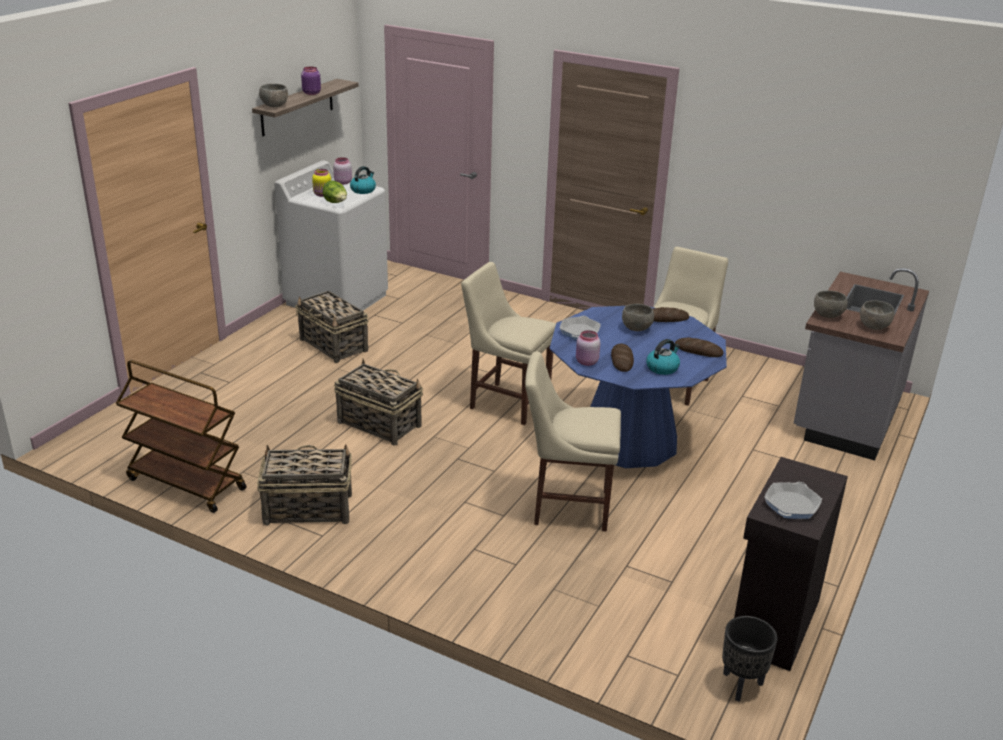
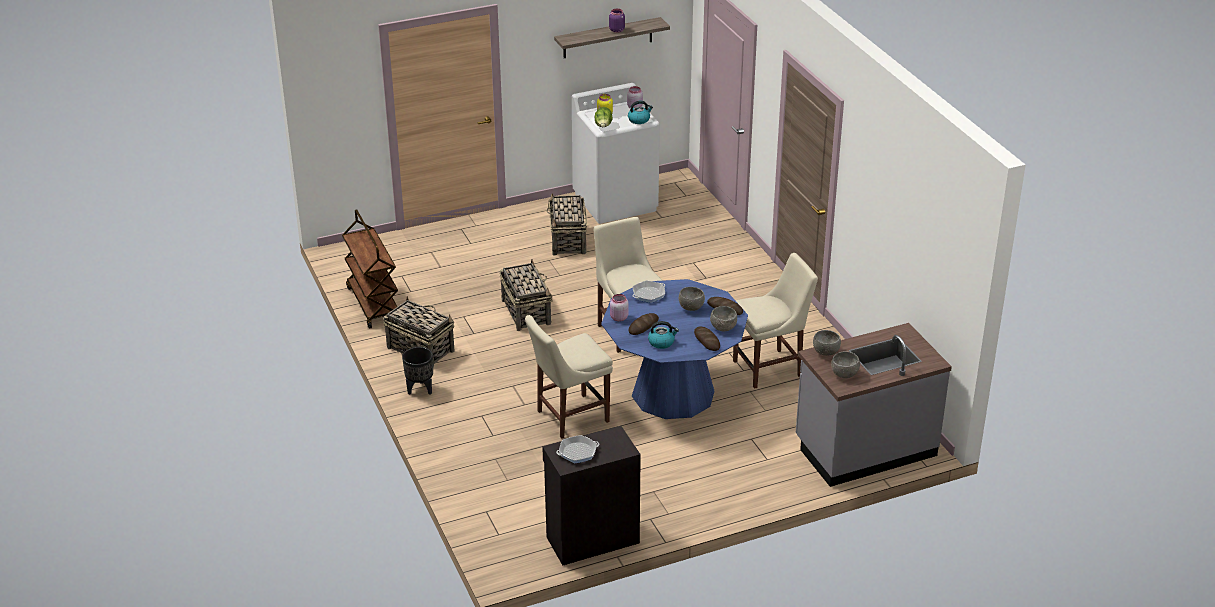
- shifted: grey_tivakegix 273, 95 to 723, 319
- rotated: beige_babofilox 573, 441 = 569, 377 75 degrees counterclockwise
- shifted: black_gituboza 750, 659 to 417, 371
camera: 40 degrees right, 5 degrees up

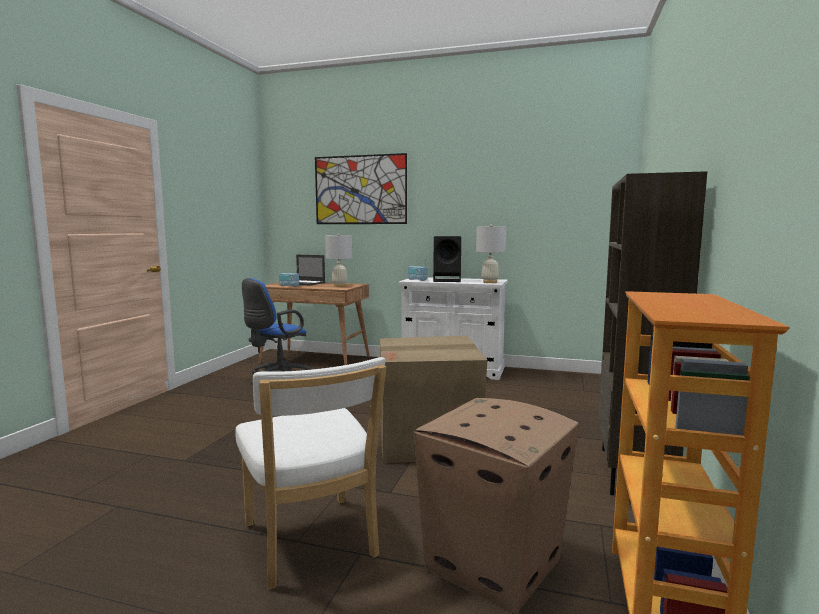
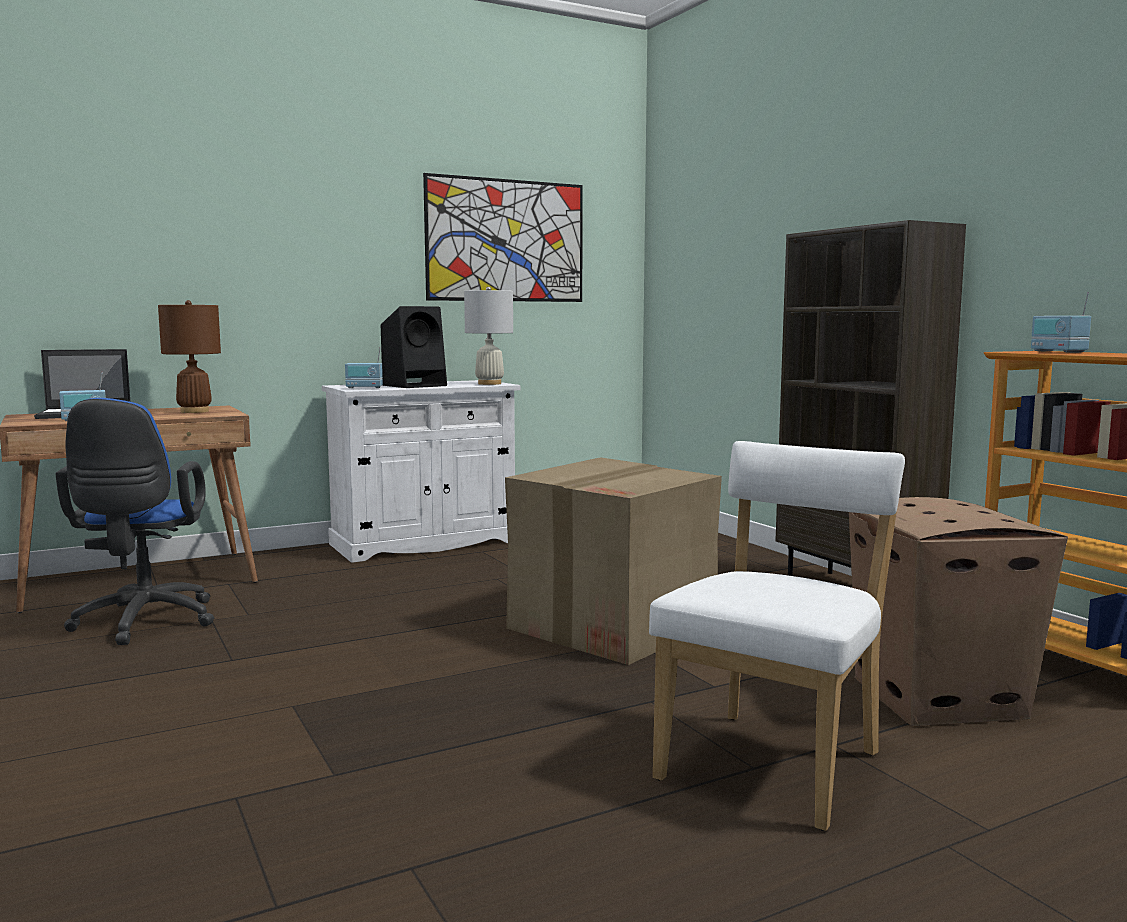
- shifted: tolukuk 361, 188 to 503, 237
- repainted: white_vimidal 338, 260 to brown_vimidal 189, 356
- rotated: white_babofilox 310, 473 = 777, 636 75 degrees counterclockwise
- new: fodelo 1061, 322
camera: 45 degrees left, 0 degrees up

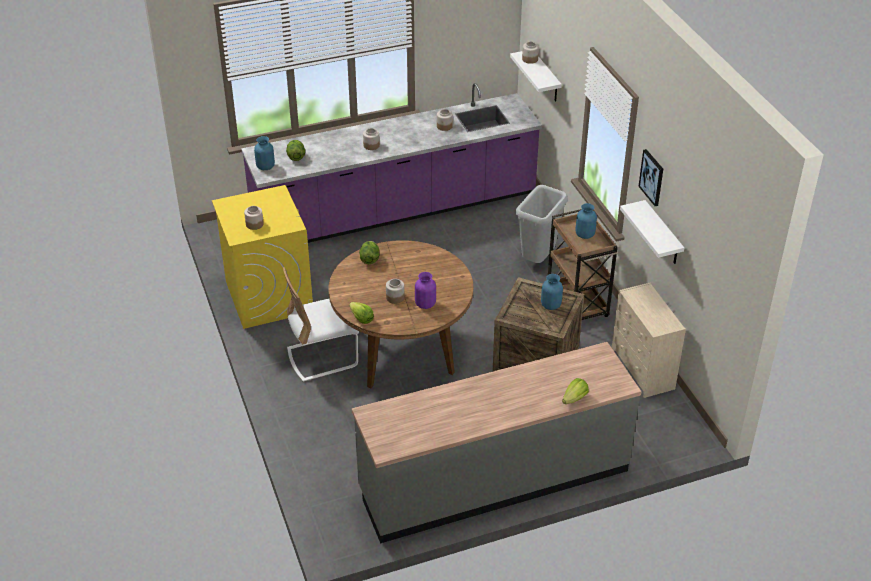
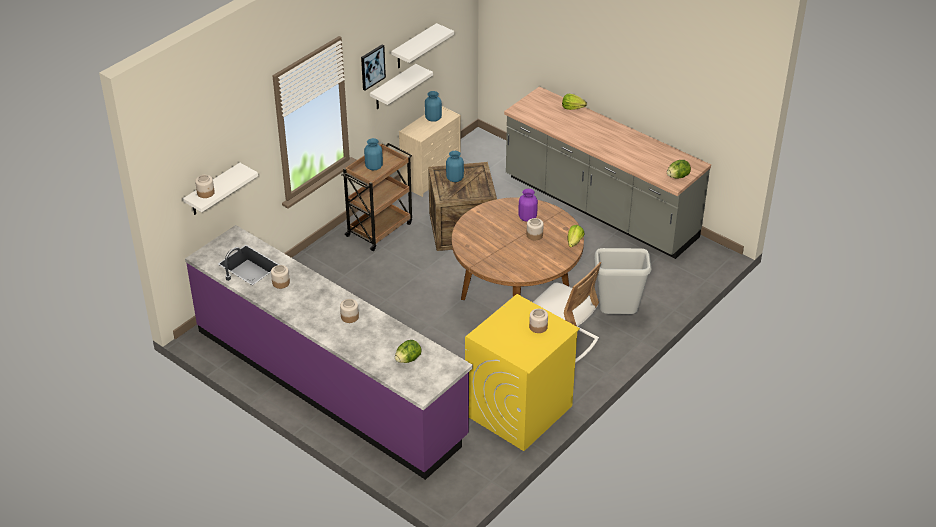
- shifted: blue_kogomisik 264, 153 to 433, 106
- shifted: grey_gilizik 542, 224 to 623, 281
- shifted: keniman 369, 252 to 679, 169
- new: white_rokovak 422, 45
camera: 120 degrees left, 0 degrees up

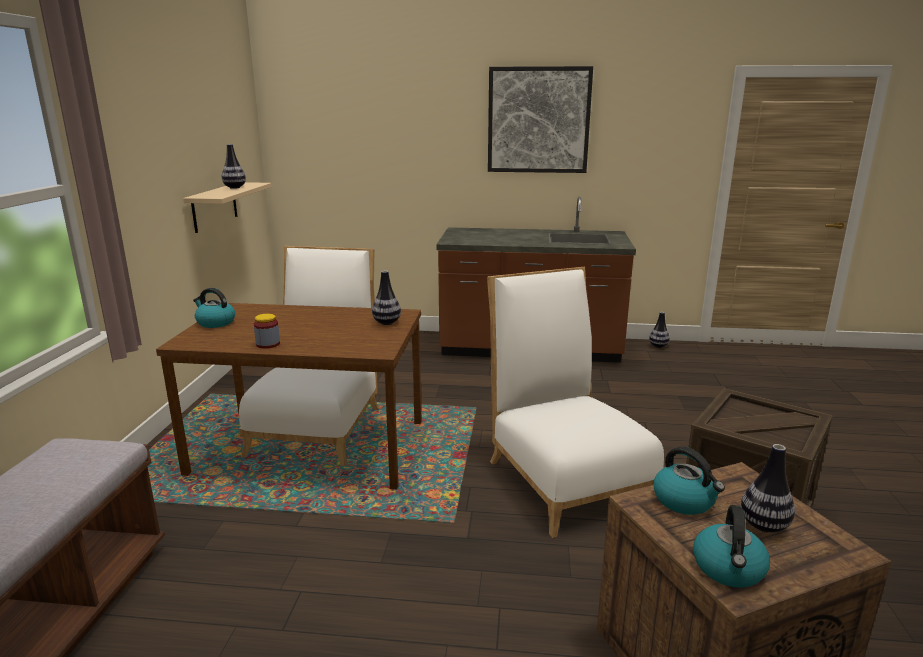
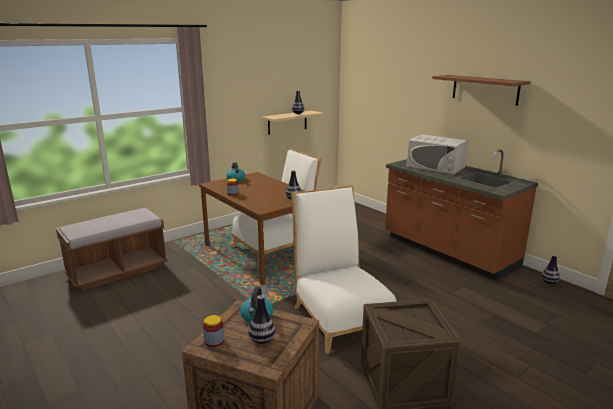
- swapped: tolukuk 540, 119 to brown_rokovak 481, 90
- rotated: white_babofilox 575, 402 = 343, 269 45 degrees counterclockwise
- swapped: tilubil 731, 546 to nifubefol 213, 331
- new: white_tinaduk 437, 154
camera: 45 degrees right, 0 degrees up

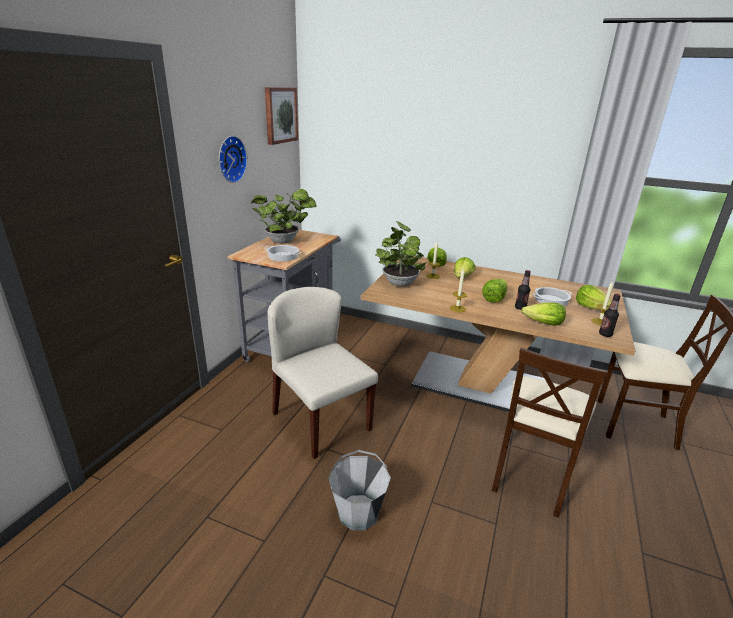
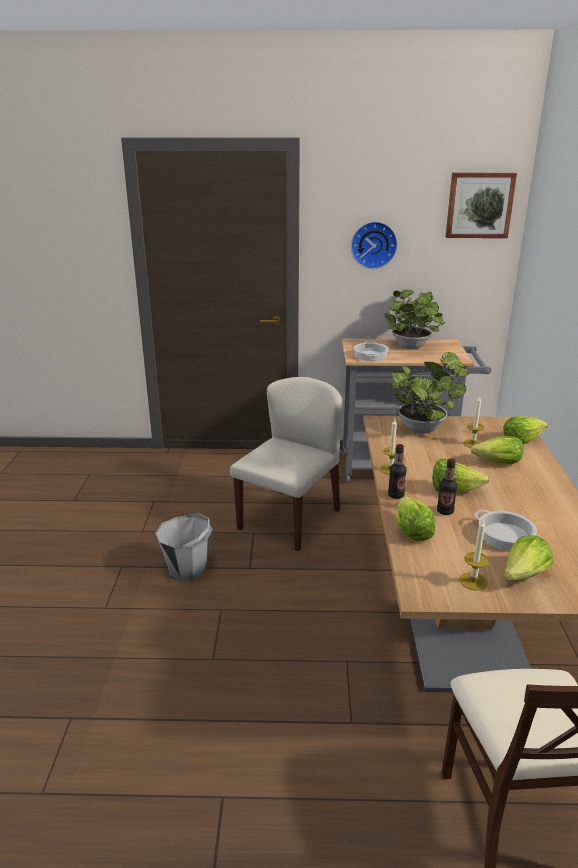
- shifted: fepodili 610, 315 to 397, 471
- gone: beige_babofilox 550, 433
camera: 70 degrees right, 0 degrees up

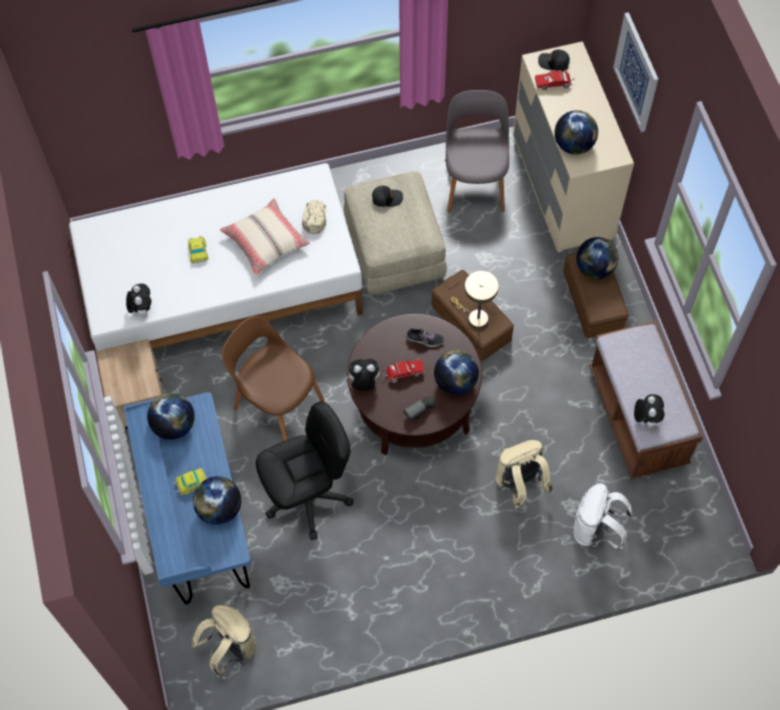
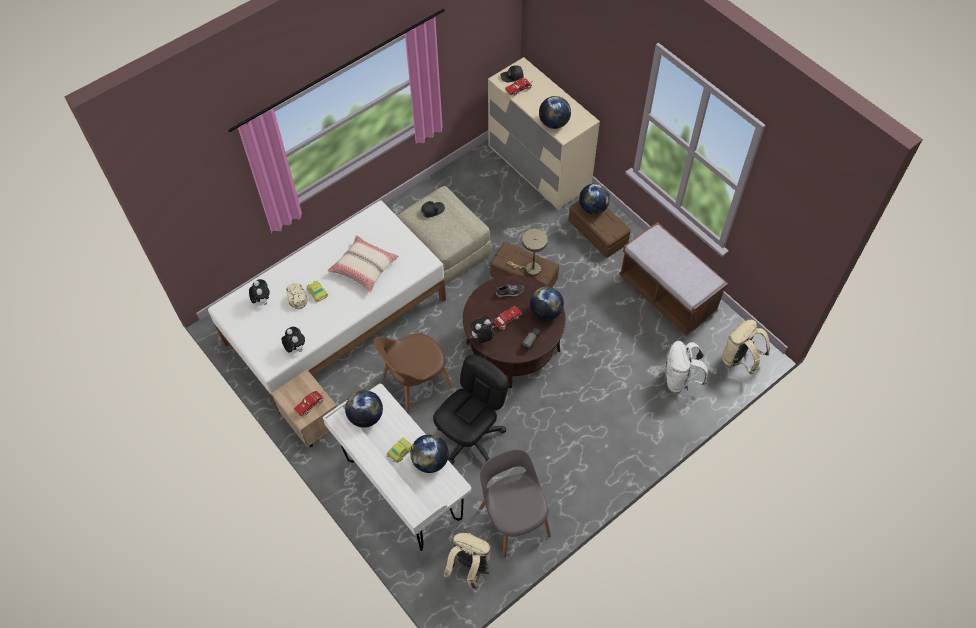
- gone: tolukuk 635, 72
- shifted: grey_babofilox 477, 151 to 515, 503
- shifted: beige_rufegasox 314, 217 to 297, 296
- rotated: brown_babofilox 273, 378 = 412, 373 45 degrees counterclockwise
- repainted: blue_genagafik 187, 498 to white_genagafik 397, 467
- shifted: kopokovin 649, 411 to 259, 292
- shifted: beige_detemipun 524, 474 to 746, 347
- new: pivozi 309, 404
camera: 25 degrees left, 5 degrees down

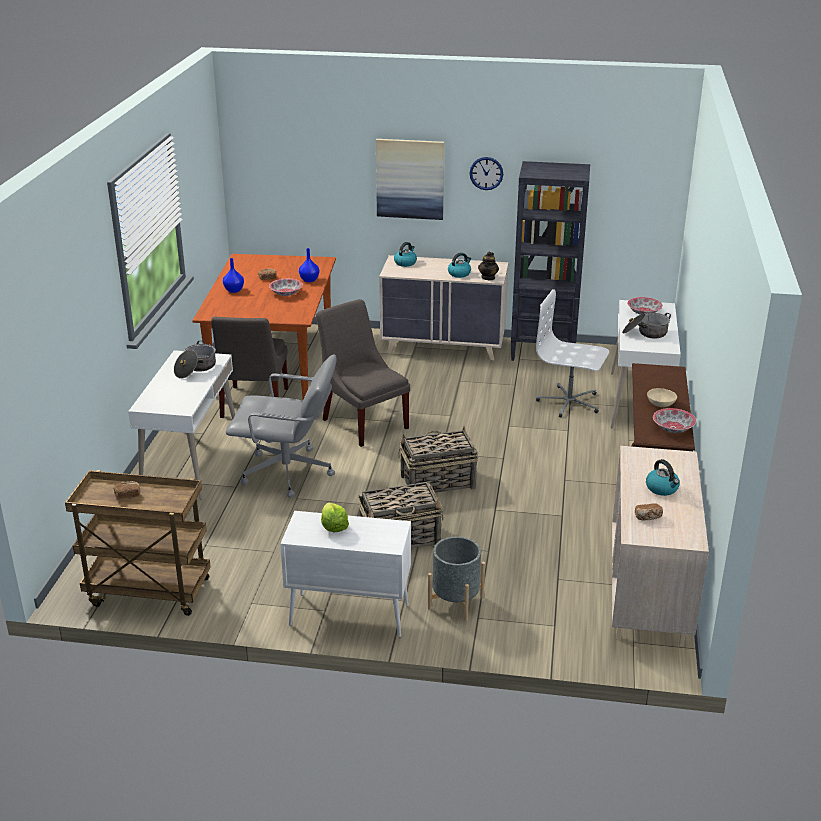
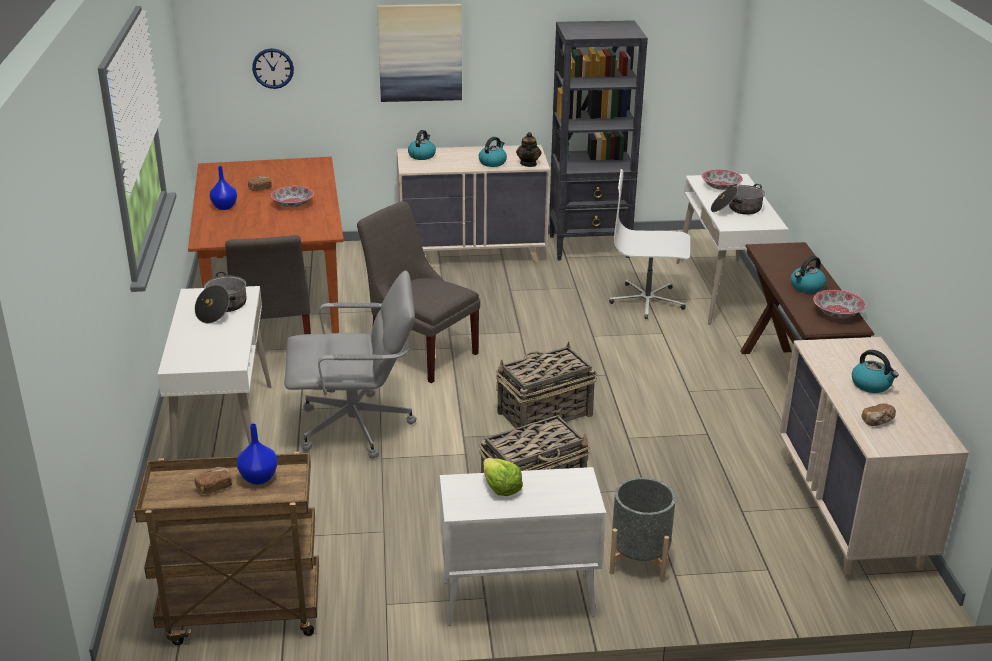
- shifted: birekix 486, 173 to 273, 68
- shifted: blue_kogomisik 309, 265 to 257, 454
- swapped: beige_tivakegix 662, 397 to tilubil 808, 274
camera: 15 degrees left, 0 degrees up

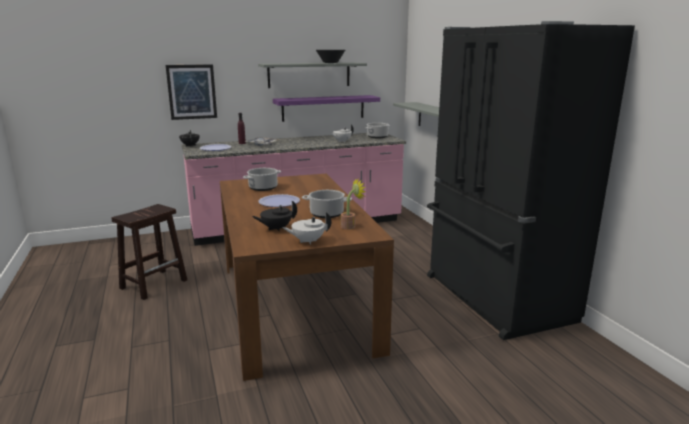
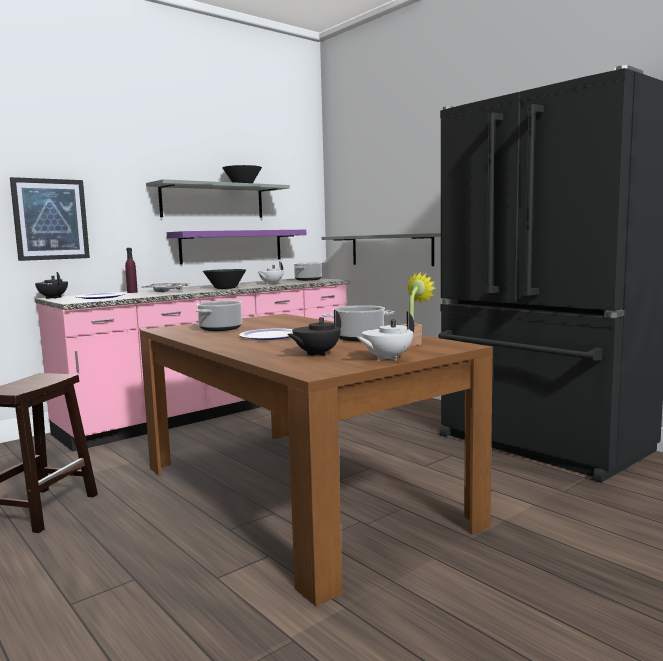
- new: black_tivakegix 224, 279
camera: 20 degrees left, 10 degrees down

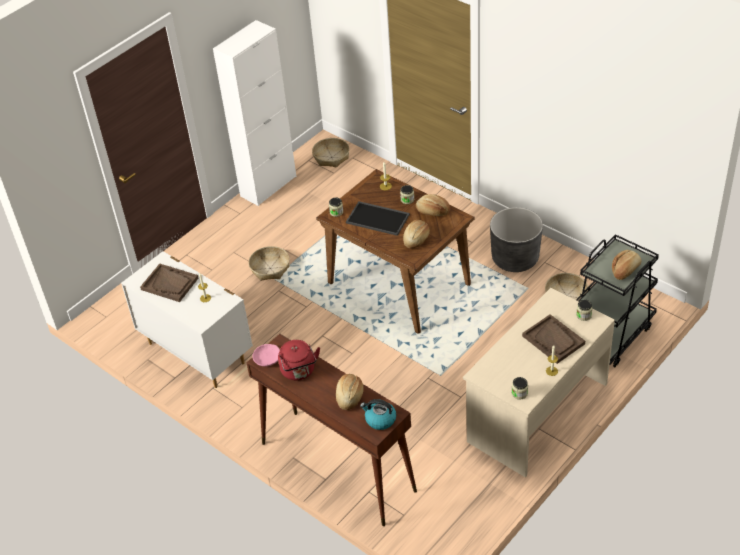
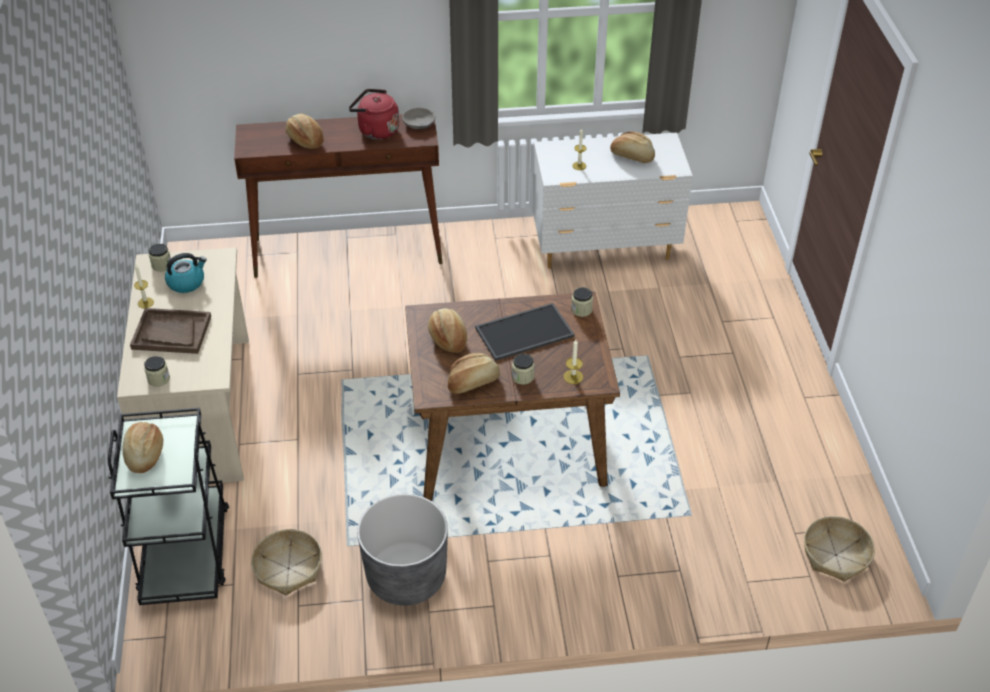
- gone: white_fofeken 254, 113
- gone: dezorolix 269, 263
- swapped: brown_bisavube 169, 282 to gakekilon 632, 147
- repainted: pink_tivakegix 266, 355 to grey_tivakegix 419, 118
- shifted: tilubil 378, 414 to 186, 273
camera: 130 degrees right, 0 degrees up

